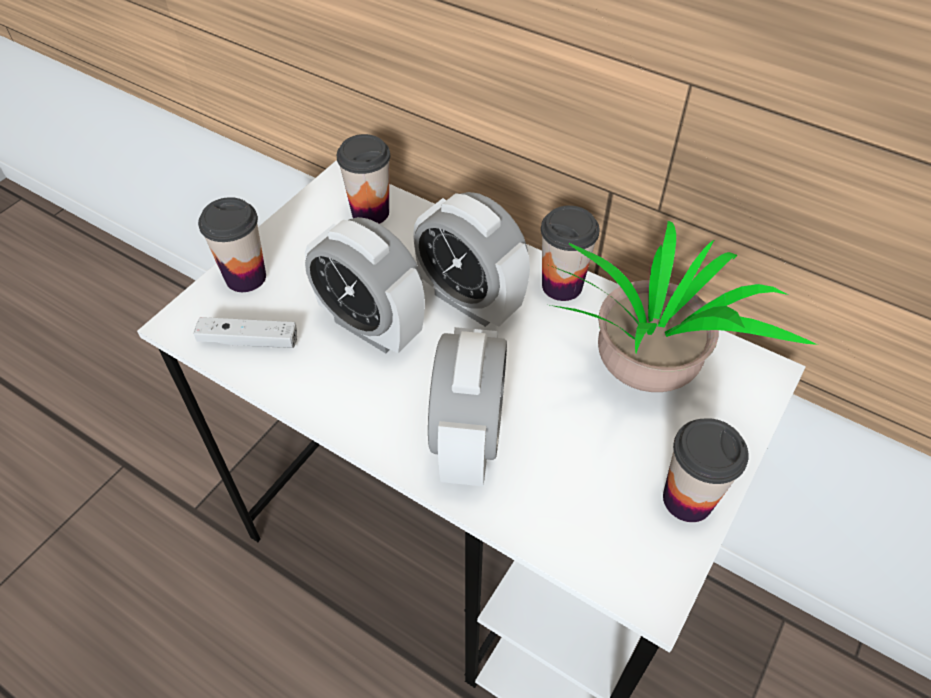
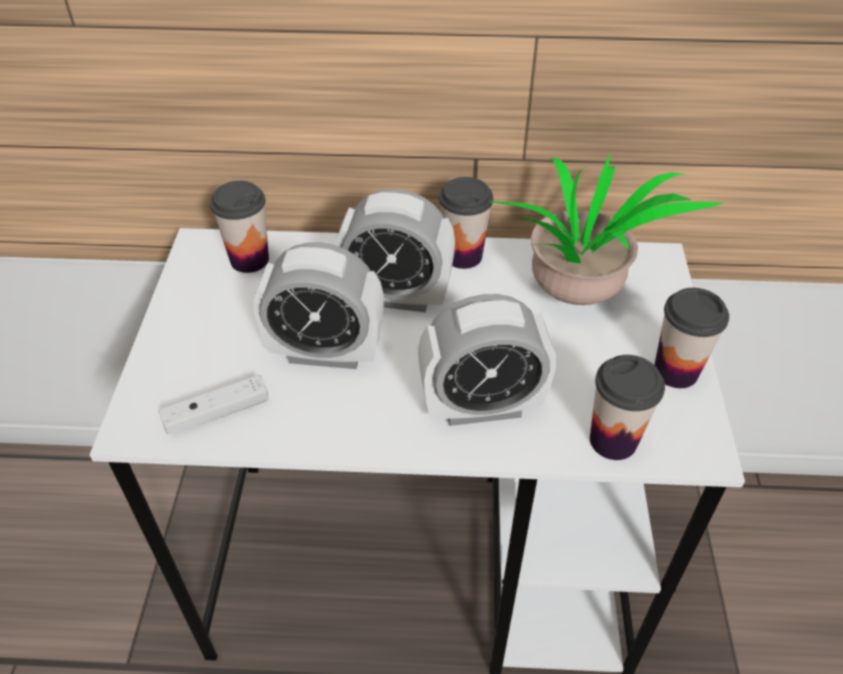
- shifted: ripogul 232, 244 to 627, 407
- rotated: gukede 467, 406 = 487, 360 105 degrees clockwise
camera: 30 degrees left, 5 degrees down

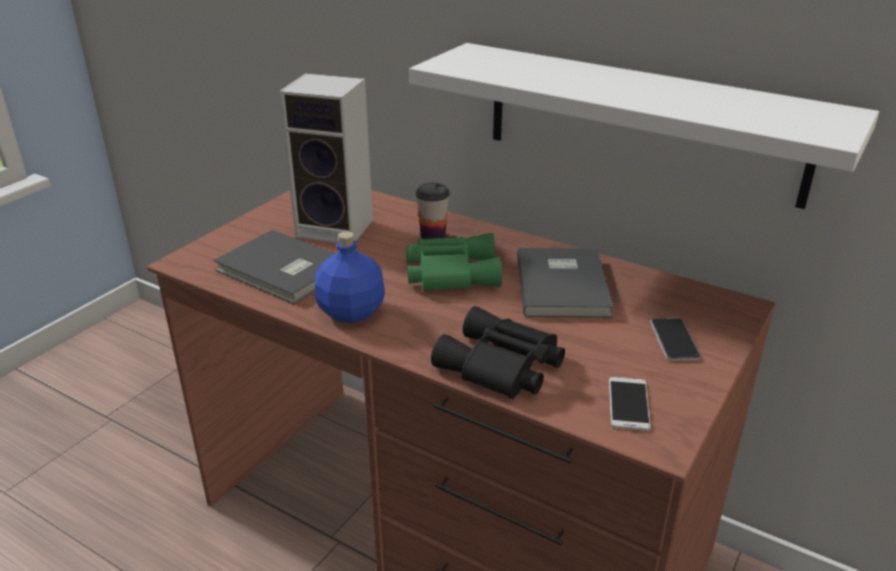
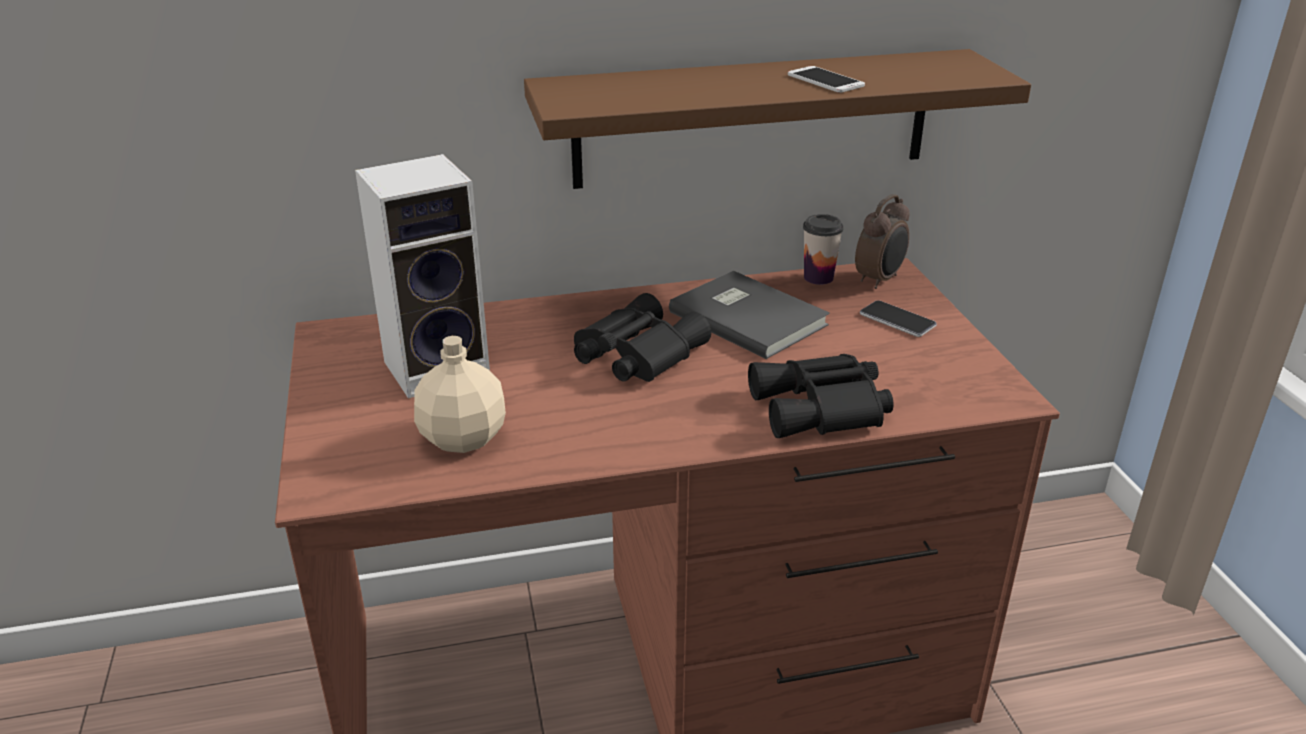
- repainted: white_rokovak 644, 126 to brown_rokovak 777, 119
- shifted: ripogul 433, 210 to 823, 249
- swapped: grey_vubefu 274, 267 to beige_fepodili 460, 394
- gone: blue_fepodili 350, 277
- repainted: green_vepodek 454, 262 to black_vepodek 642, 337
- shifted: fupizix 630, 404 to 826, 79
- new: gukede 882, 241
camera: 45 degrees left, 0 degrees up

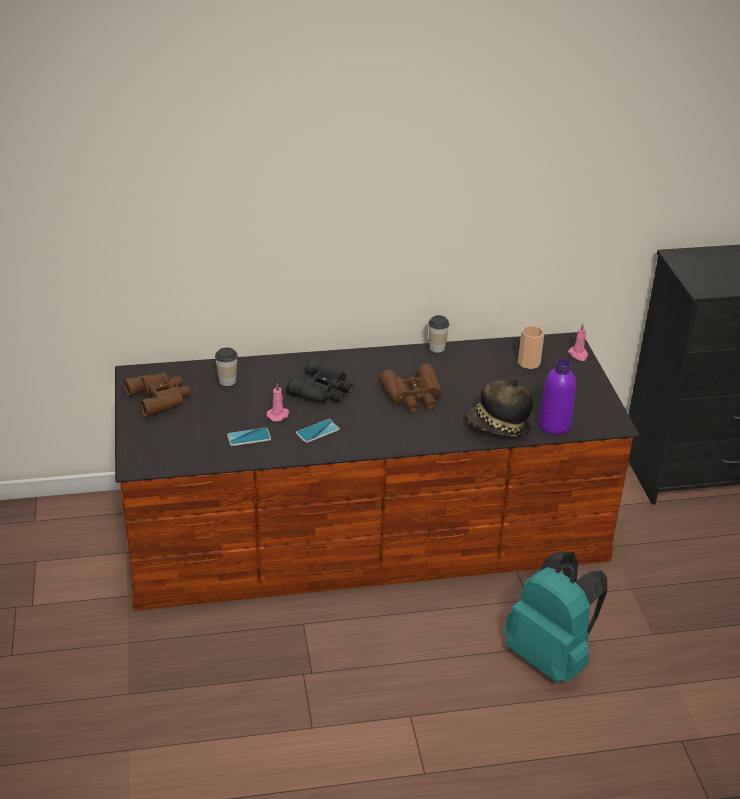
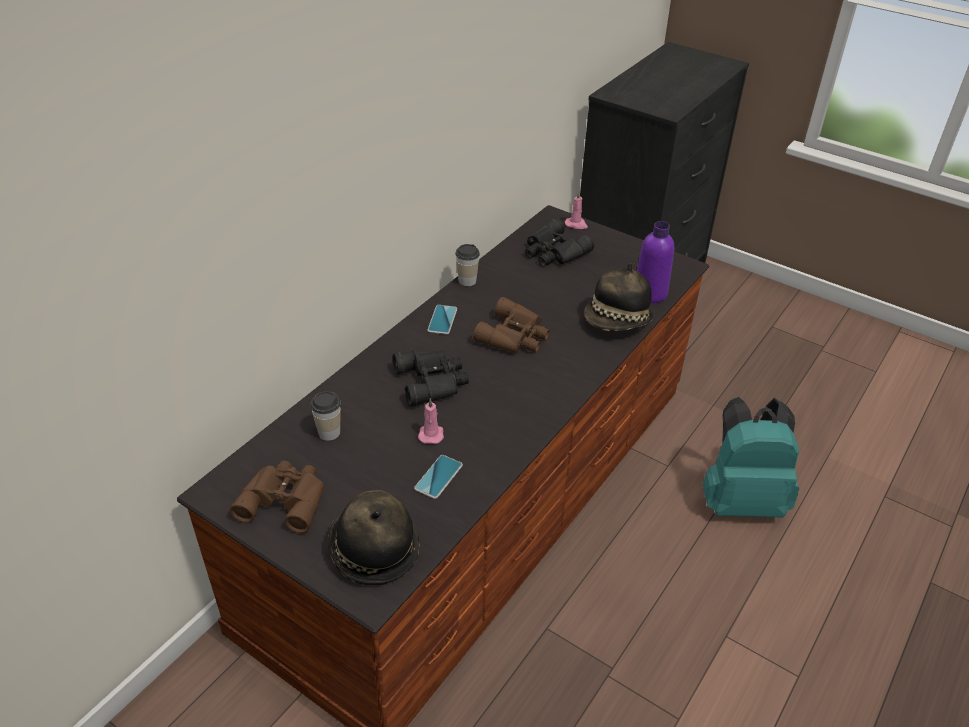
- swapped: ripogul 531, 347 to black_vepodek 559, 242
- shifted: fupizix 318, 431 to 442, 320
- new: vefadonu 374, 538
camera: 45 degrees left, 5 degrees up

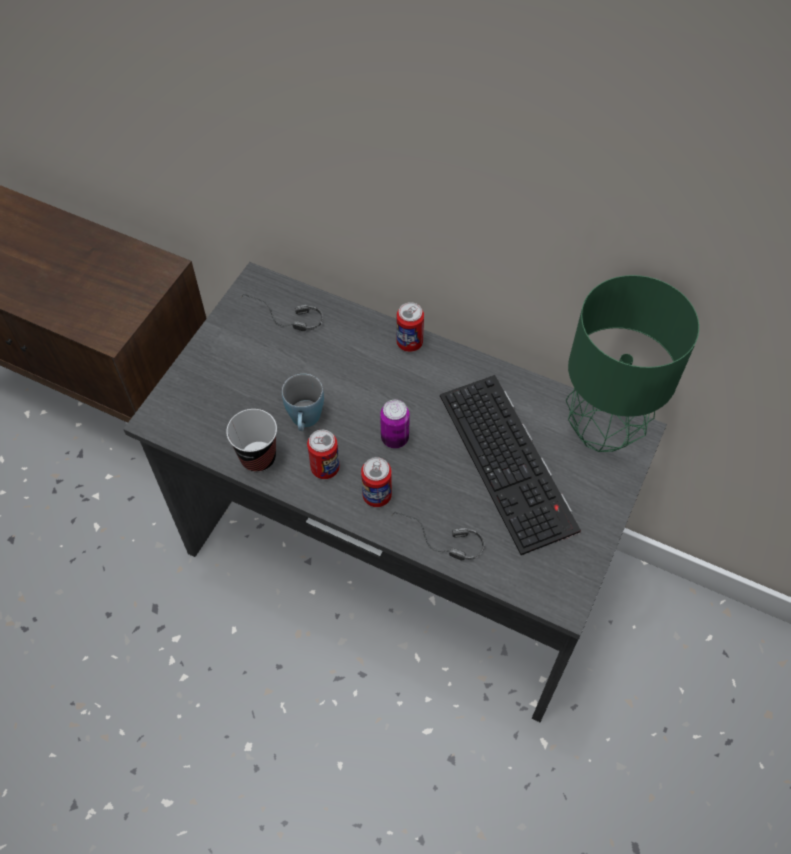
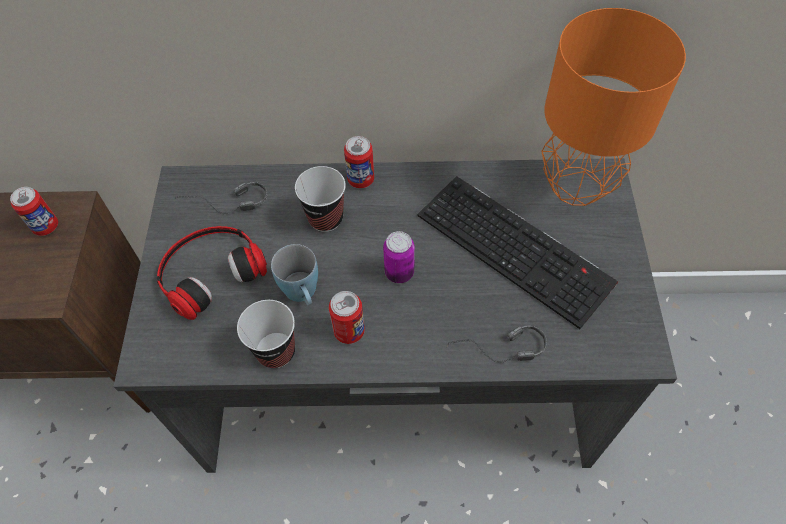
- repainted: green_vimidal 632, 363 to orange_vimidal 613, 107
- shifted: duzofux 376, 482 to 34, 211
- new: ripogul 320, 199
- new: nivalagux 212, 273
camera: 25 degrees left, 0 degrees up

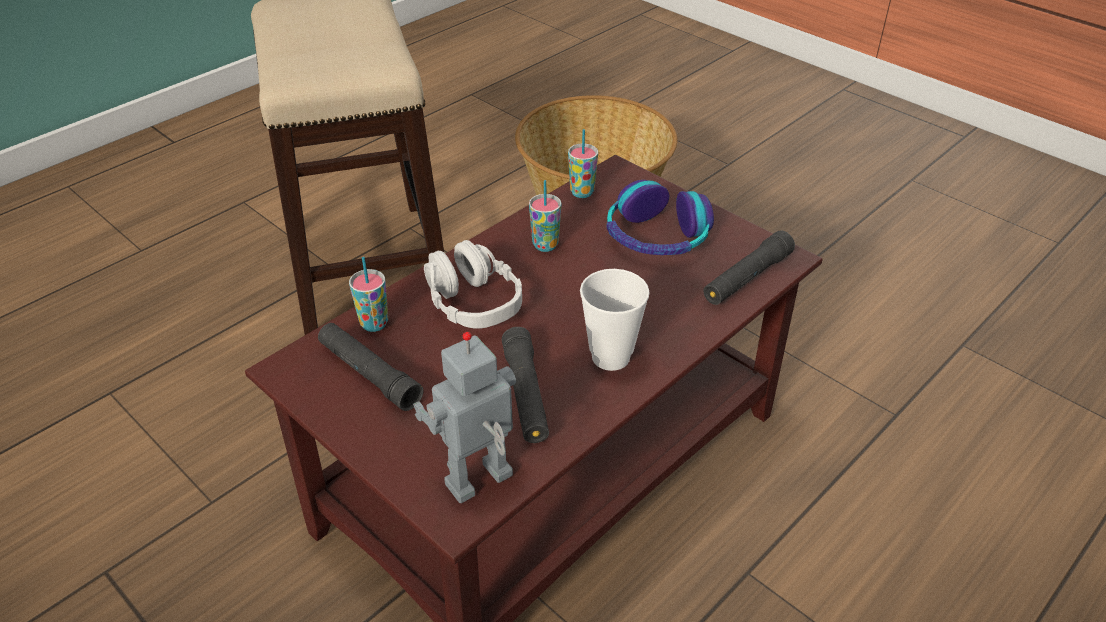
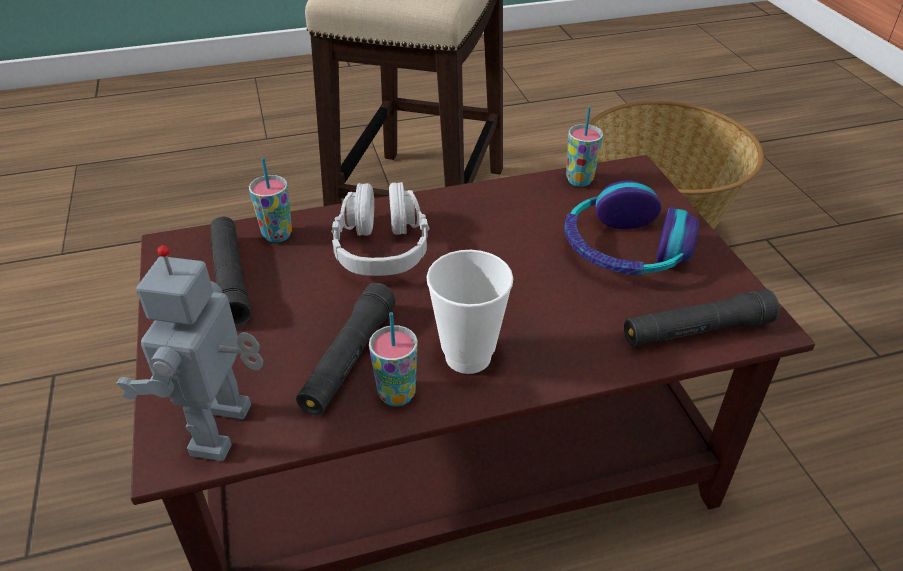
- shifted: ripogul 545, 216 to 393, 359
- rotated: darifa 464, 417 = 189, 353 75 degrees counterclockwise
camera: 30 degrees right, 0 degrees up

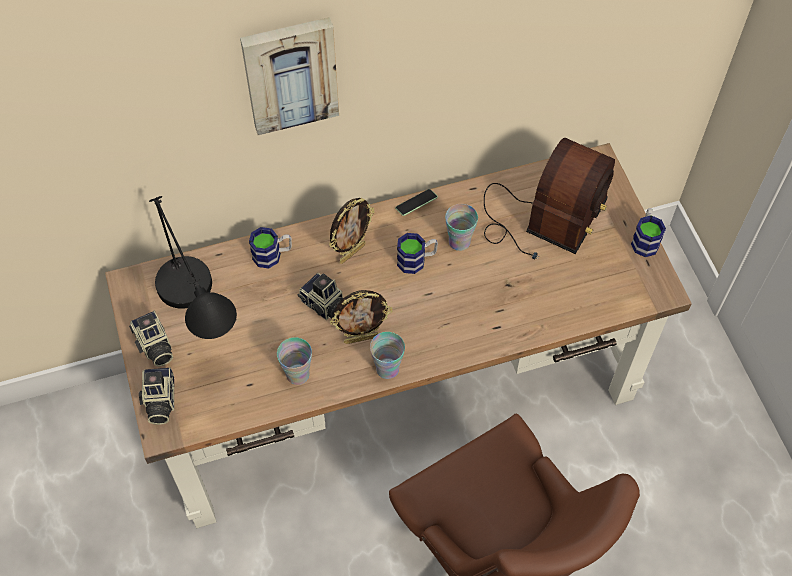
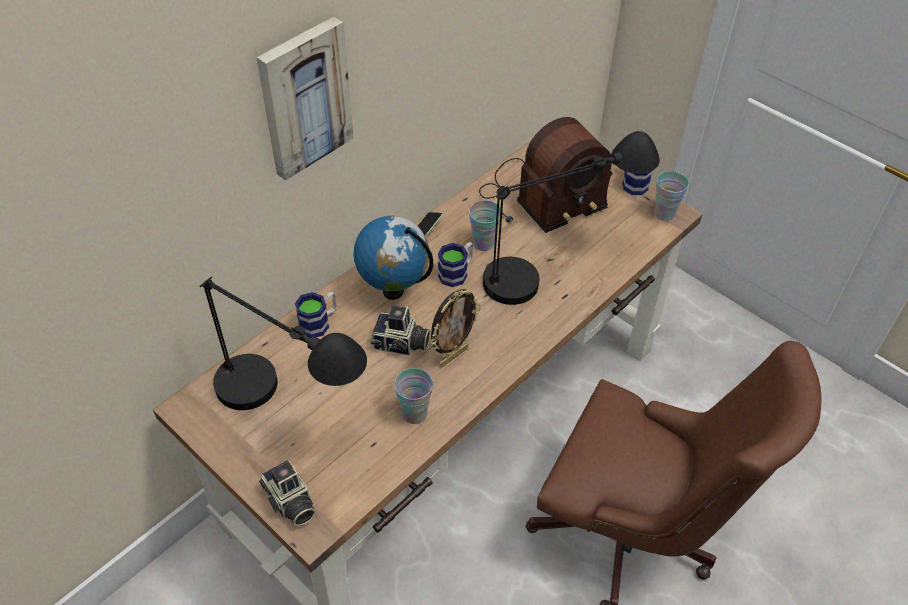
- rotated: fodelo 549, 199 = 545, 175 60 degrees clockwise
- swapped: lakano 352, 231 to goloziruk 393, 258
- gone: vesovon 151, 339
- shifted: ripogul 387, 355 to 671, 196
- new: black_vimidal 571, 218
camera: 30 degrees left, 10 degrees down

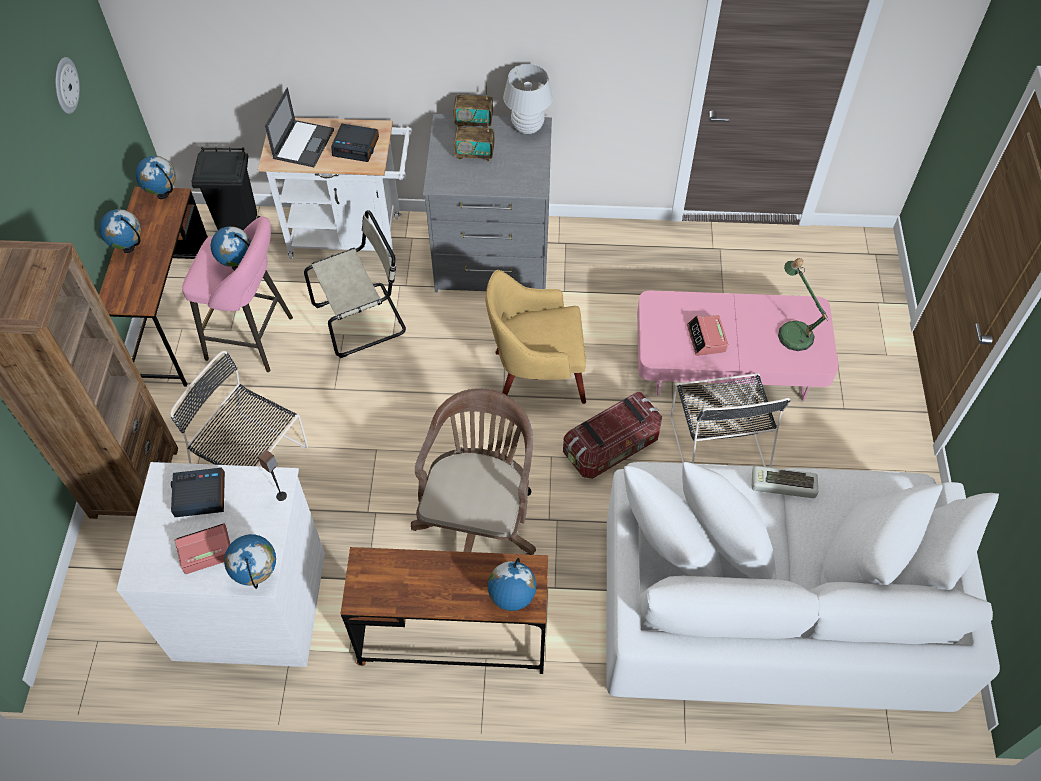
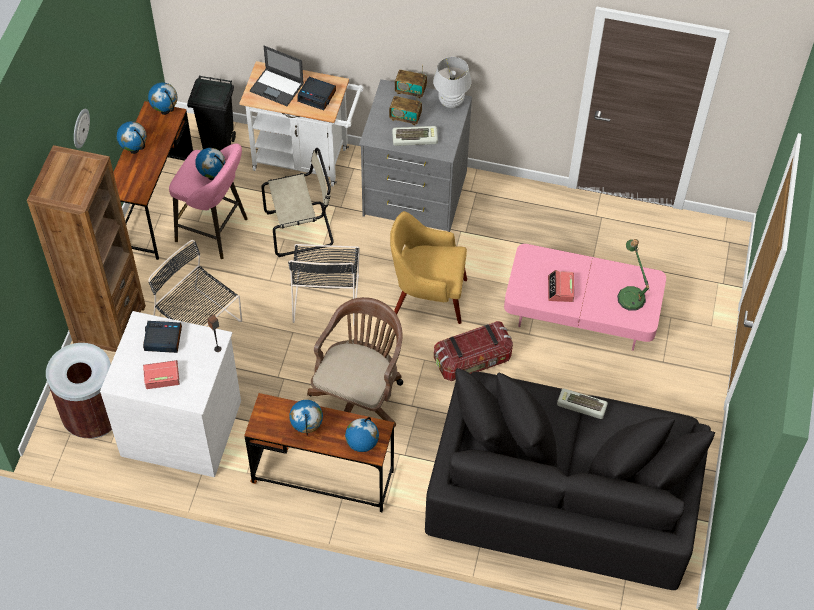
- shifted: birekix 67, 85 to 82, 129
- rotated: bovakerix 299, 127 = 277, 76 90 degrees clockwise
- shifted: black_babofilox 730, 420 to 324, 284
- repainted: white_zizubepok 803, 587 to black_zizubepok 570, 479
- shifted: goloziruk 250, 561 to 306, 418
- new: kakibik 415, 136
- new: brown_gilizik 79, 390
camera: 10 degrees right, 0 degrees up

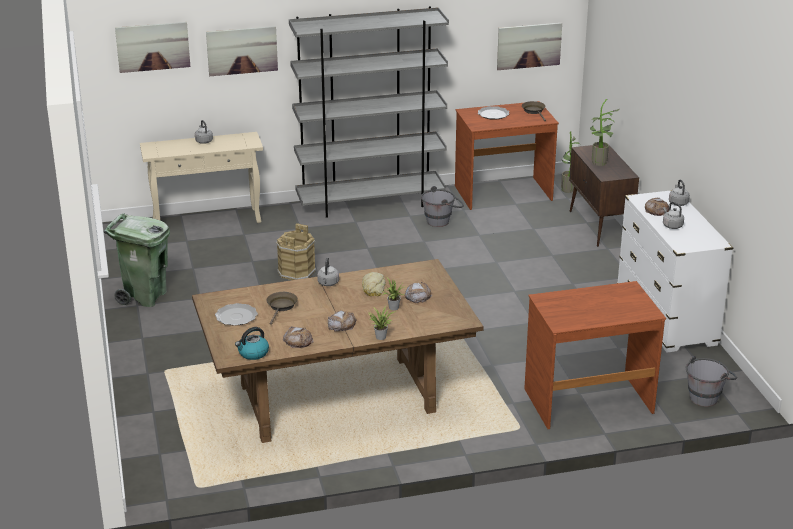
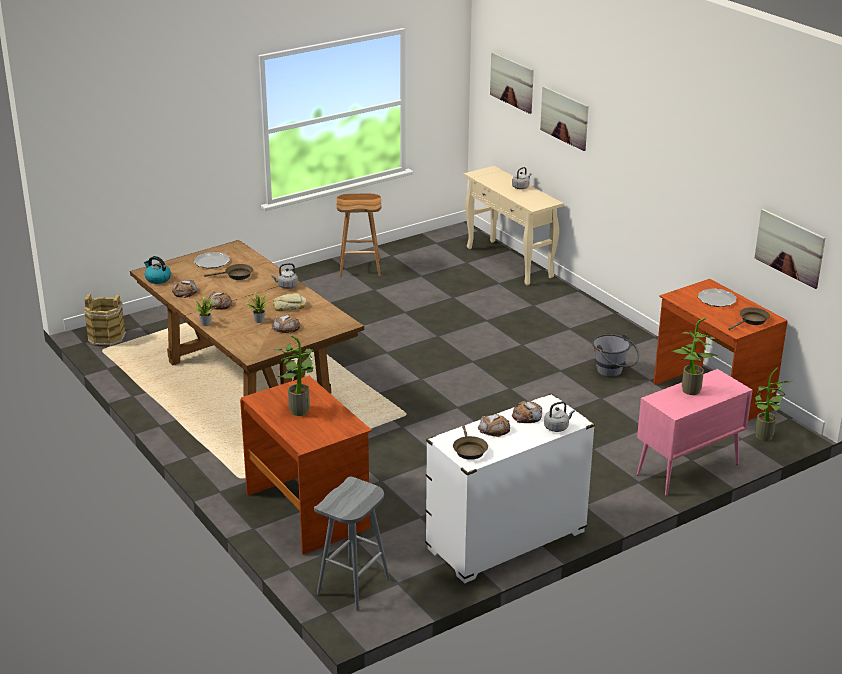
- gone: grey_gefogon 369, 112
- repainted: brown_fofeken 604, 195 to pink_fofeken 694, 432
- swapped: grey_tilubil 673, 215 to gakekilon 494, 425
- swapped: green_gilizik 136, 260 to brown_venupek 359, 235
- shifted: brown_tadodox 296, 251 to 105, 320
- swapped: grey_tadodox 711, 381 to grey_venupek 352, 544
- new: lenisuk 294, 375
- new: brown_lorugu 470, 442
camera: 70 degrees right, 0 degrees up

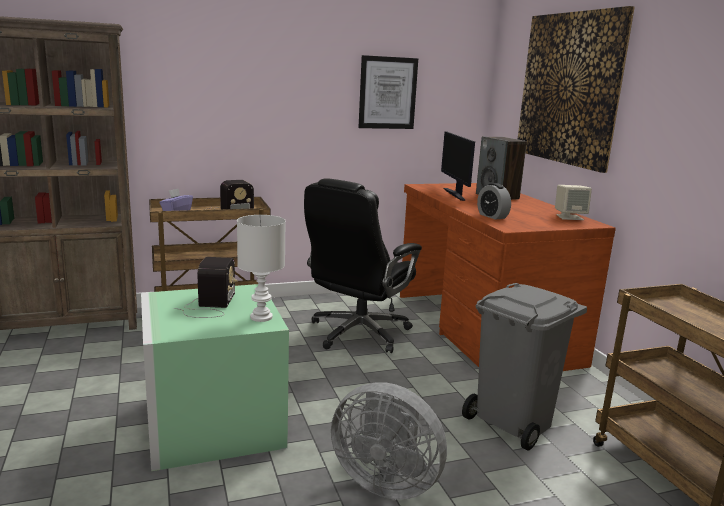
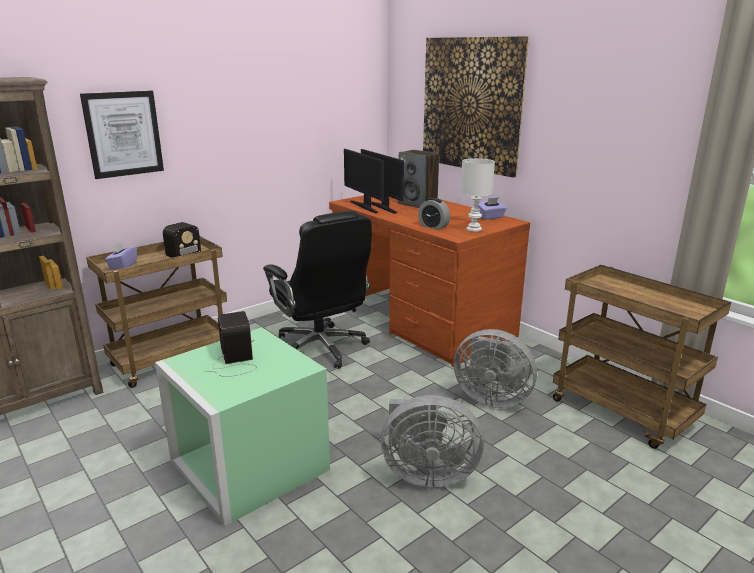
- shifted: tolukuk 388, 92 to 122, 135
- rotated: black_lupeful 363, 265 = 317, 290 45 degrees counterclockwise
- swapped: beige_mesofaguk 573, 202 to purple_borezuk 492, 208
- shifted: white_vimidal 261, 268 to 478, 195
- swapped: grey_gilizik 524, 367 to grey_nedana 495, 368
- new: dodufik 364, 181
camera: 20 degrees left, 5 degrees up

